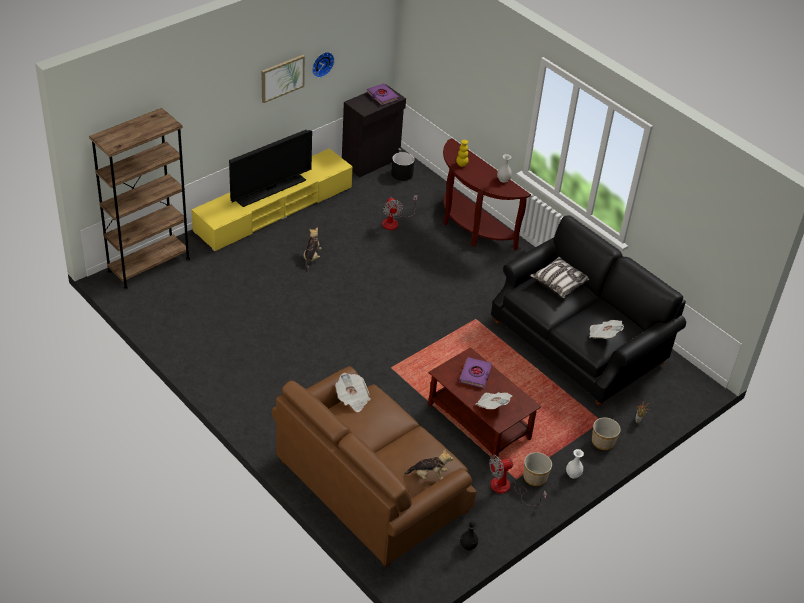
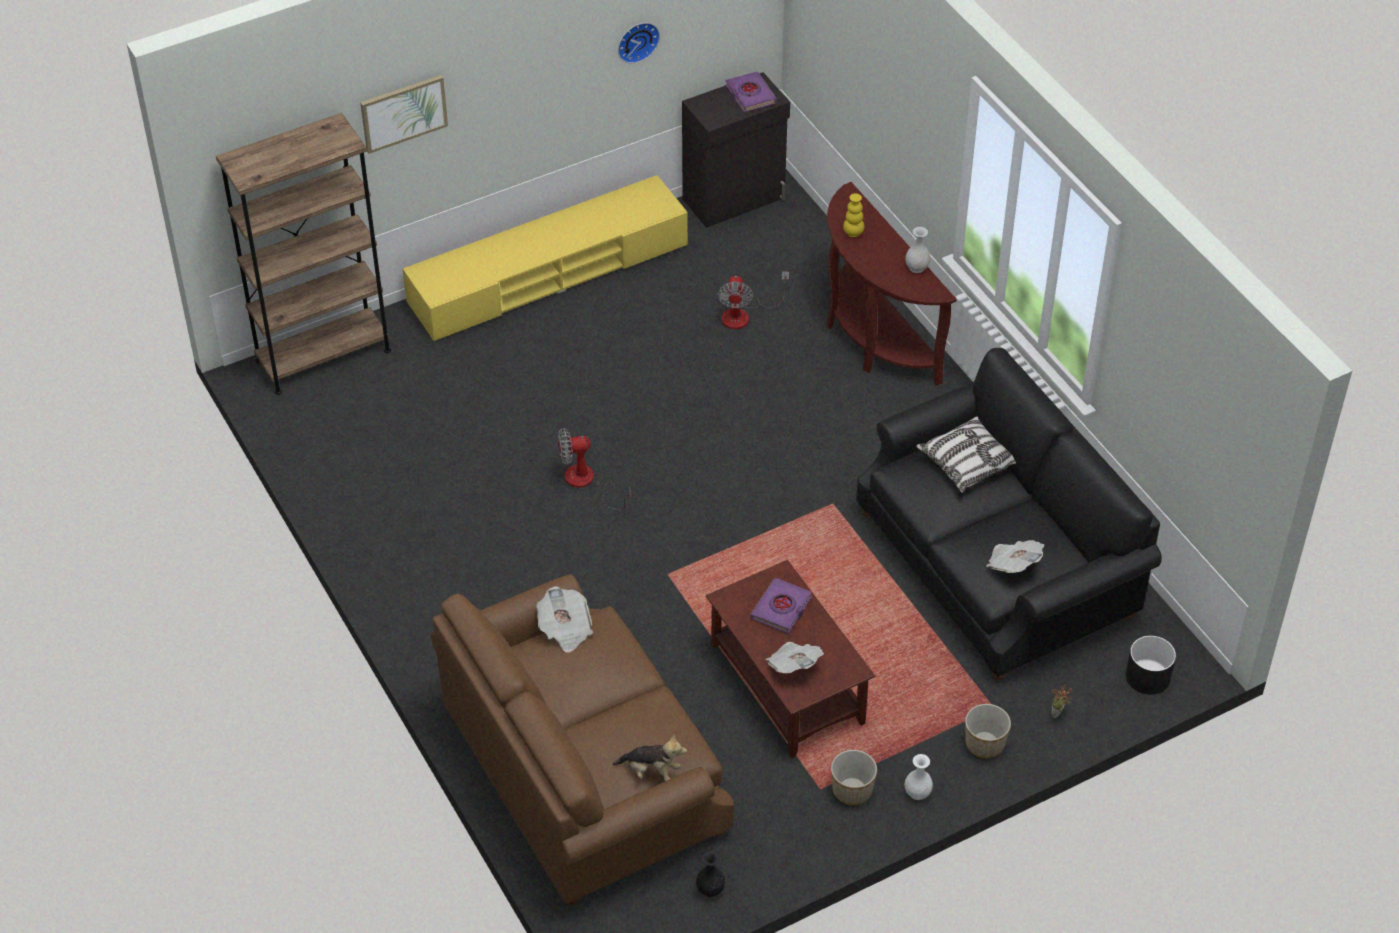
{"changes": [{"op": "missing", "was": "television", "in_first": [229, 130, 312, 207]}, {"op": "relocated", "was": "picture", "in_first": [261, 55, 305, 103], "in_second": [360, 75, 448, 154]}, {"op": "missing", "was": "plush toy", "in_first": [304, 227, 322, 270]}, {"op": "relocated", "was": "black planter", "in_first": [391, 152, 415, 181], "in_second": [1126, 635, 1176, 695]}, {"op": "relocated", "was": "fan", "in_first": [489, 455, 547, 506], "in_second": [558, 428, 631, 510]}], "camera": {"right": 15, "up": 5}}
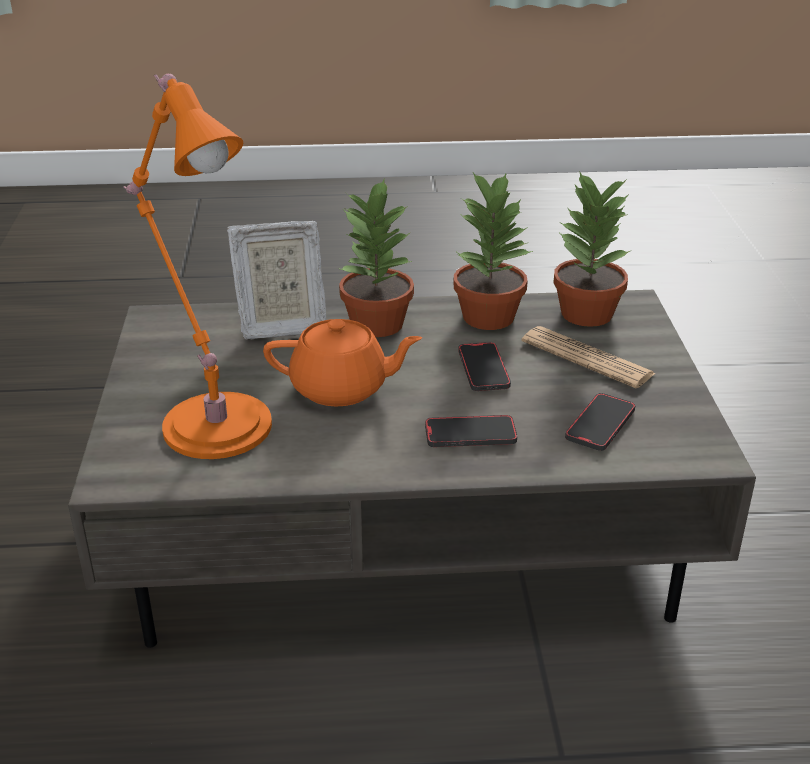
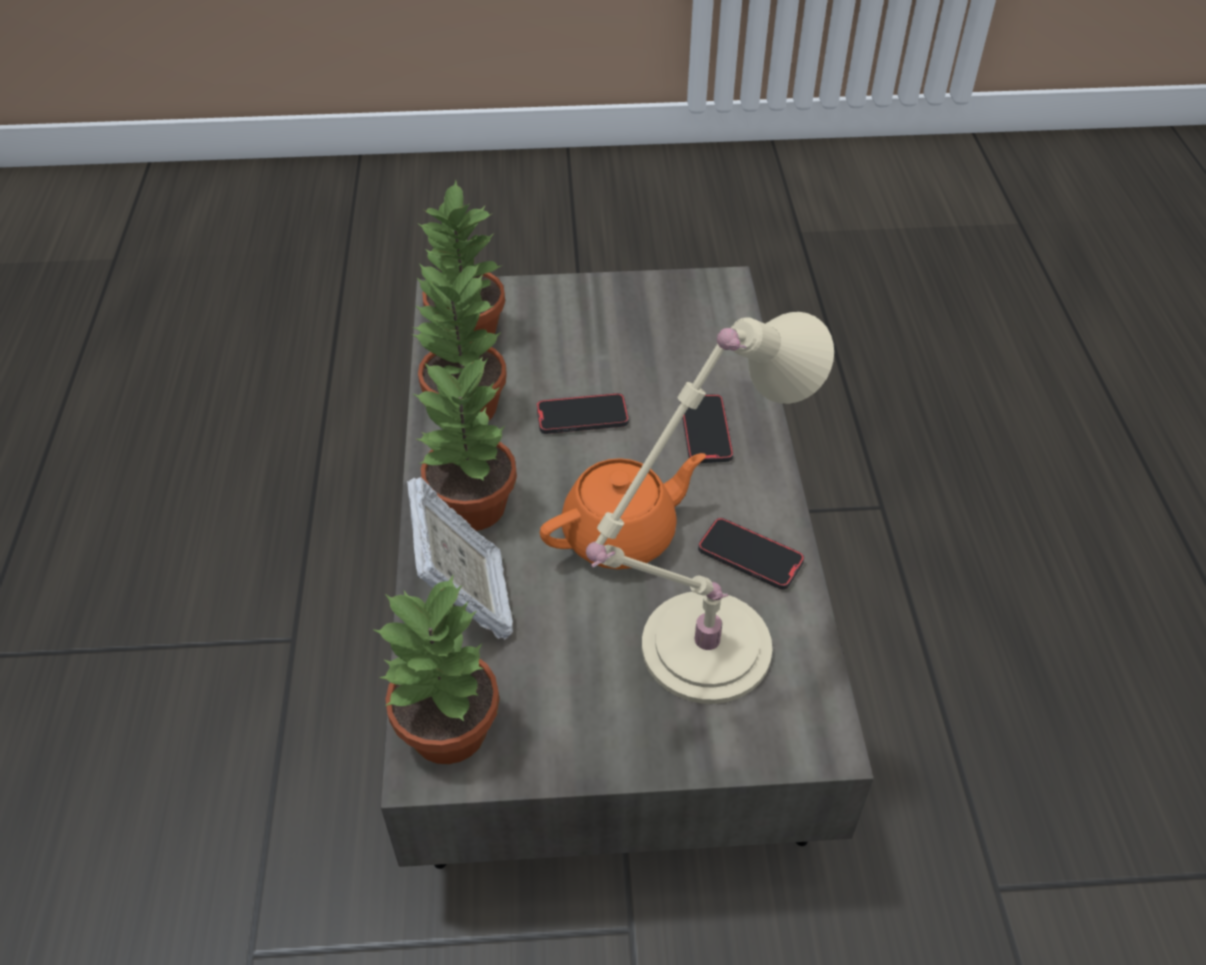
{"changes": [{"op": "colour", "was": "orange table lamp", "now": "beige table lamp", "in_first": [123, 74, 272, 459], "in_second": [586, 312, 834, 704]}, {"op": "spun", "was": "orange teapot", "in_first": [263, 319, 422, 407], "in_second": [539, 453, 706, 569], "clockwise": 60}, {"op": "missing", "was": "newspaper", "in_first": [522, 326, 656, 389]}, {"op": "relocated", "was": "phone", "in_first": [565, 393, 635, 451], "in_second": [698, 518, 804, 590]}, {"op": "appeared", "now": "potted plant", "in_second": [374, 574, 499, 764]}], "camera": {"right": -90, "up": 15}}
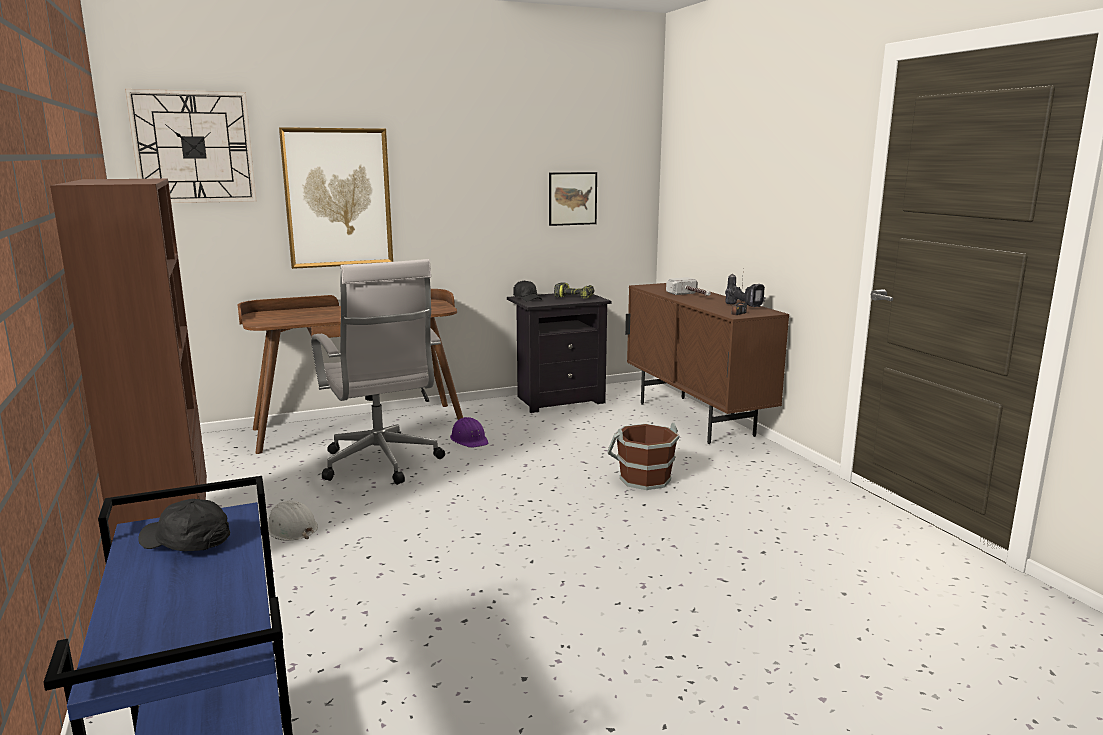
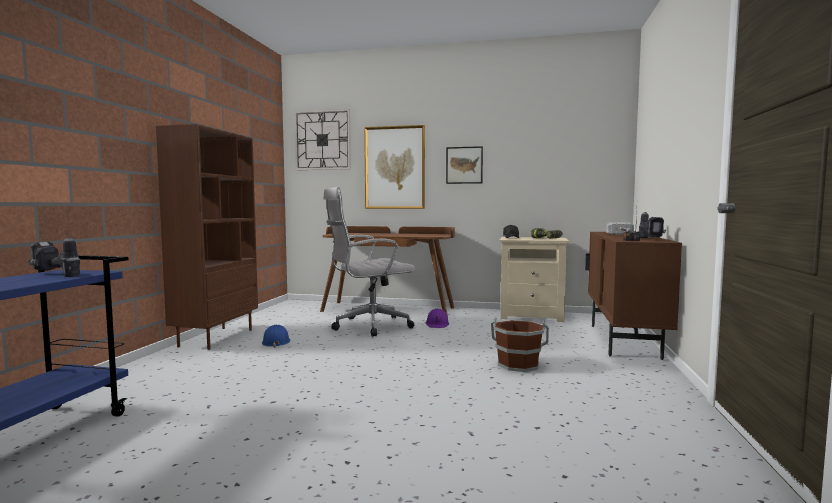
{"changes": [{"op": "exchanged", "was": "black cap", "now": "power drill", "in_first": [138, 498, 230, 551], "in_second": [27, 237, 80, 277]}, {"op": "colour", "was": "white hard hat", "now": "blue hard hat", "in_first": [267, 500, 318, 541], "in_second": [262, 325, 290, 348]}, {"op": "spun", "was": "white office chair", "in_first": [311, 259, 445, 485], "in_second": [323, 187, 415, 337], "clockwise": 60}, {"op": "colour", "was": "black nightstand", "now": "beige nightstand", "in_first": [507, 294, 612, 413], "in_second": [499, 237, 569, 322]}, {"op": "relocated", "was": "picture", "in_first": [549, 172, 597, 226], "in_second": [446, 146, 483, 184]}], "camera": {"right": 35, "up": -10}}
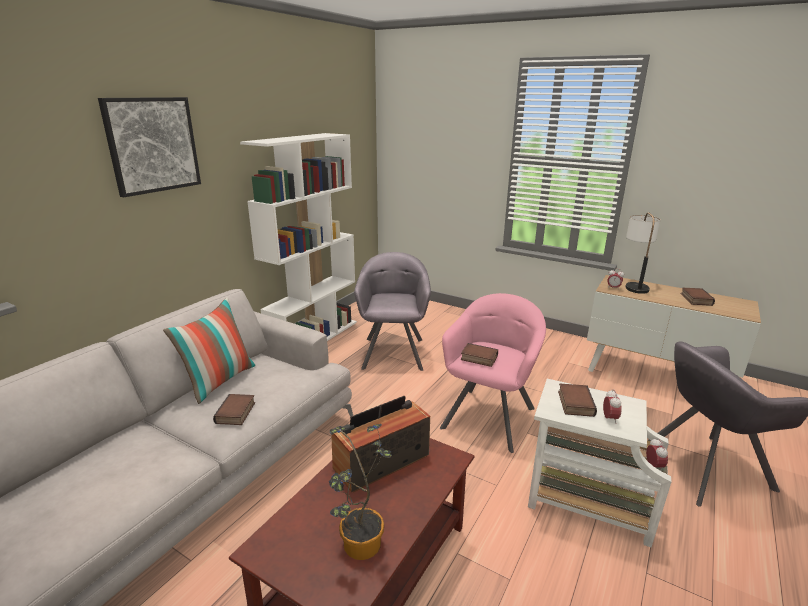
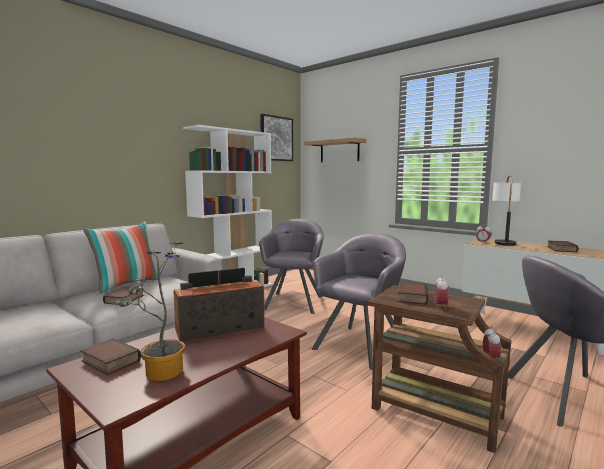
{"changes": [{"op": "relocated", "was": "picture", "in_first": [98, 97, 201, 197], "in_second": [260, 114, 293, 161]}, {"op": "colour", "was": "pink armchair", "now": "grey armchair", "in_first": [440, 293, 546, 453], "in_second": [311, 233, 406, 370]}, {"op": "relocated", "was": "book", "in_first": [461, 343, 498, 367], "in_second": [81, 339, 141, 375]}, {"op": "colour", "was": "white side table", "now": "brown side table", "in_first": [528, 379, 671, 547], "in_second": [368, 285, 511, 453]}, {"op": "appeared", "now": "shelf", "in_second": [304, 137, 367, 162]}], "camera": {"right": 10, "up": -15}}
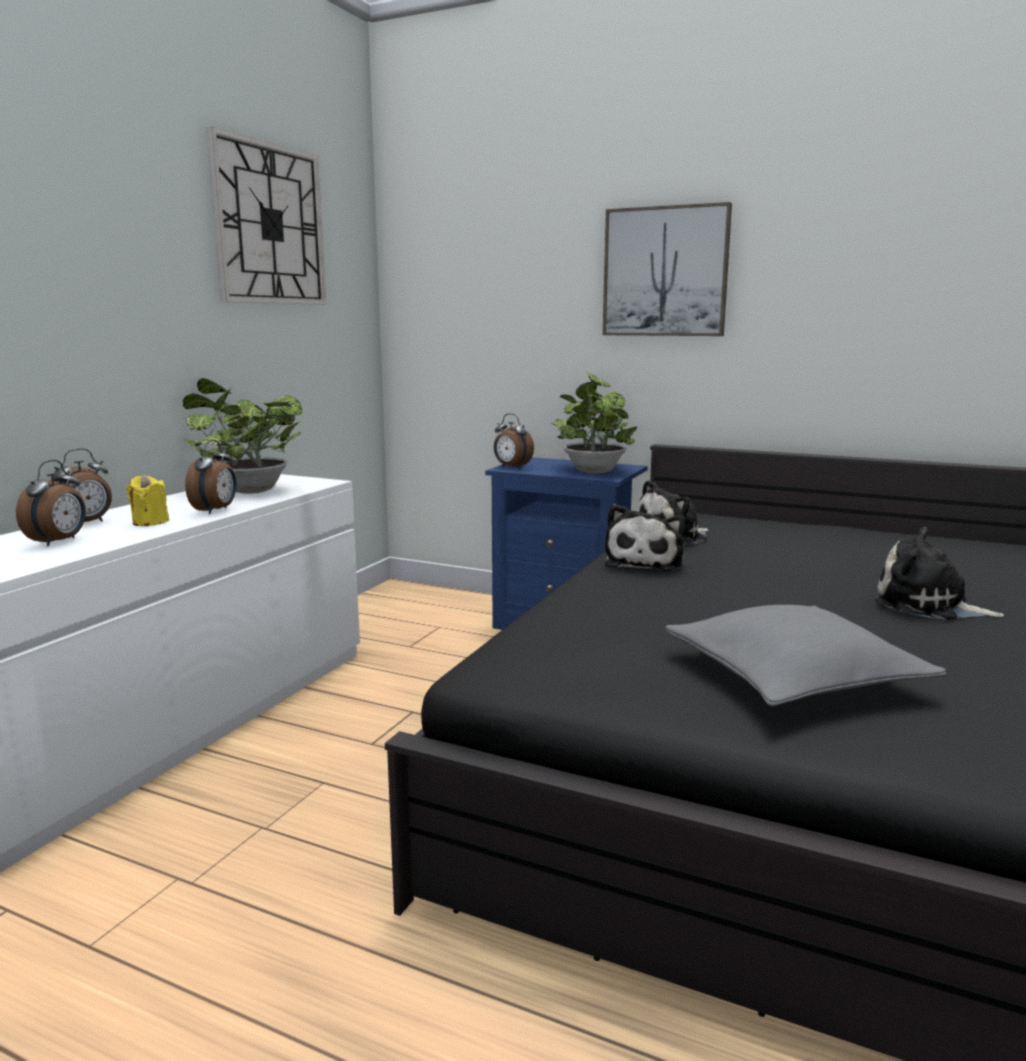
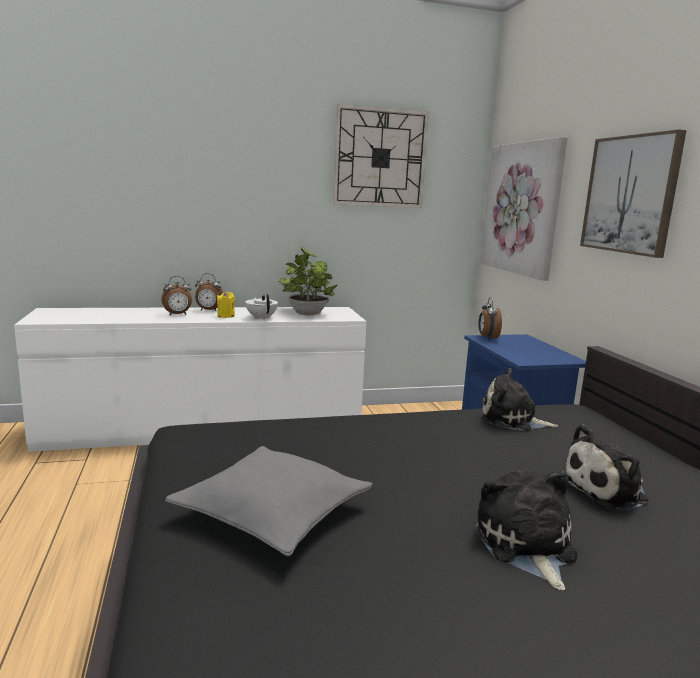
{"changes": [{"op": "exchanged", "was": "alarm clock", "now": "white teapot", "in_first": [185, 440, 236, 514], "in_second": [245, 294, 278, 320]}, {"op": "missing", "was": "potted plant", "in_first": [552, 372, 637, 473]}, {"op": "relocated", "was": "plush toy", "in_first": [605, 504, 685, 571], "in_second": [566, 424, 649, 511]}, {"op": "appeared", "now": "picture", "in_second": [480, 137, 567, 281]}], "camera": {"right": 50, "up": 0}}
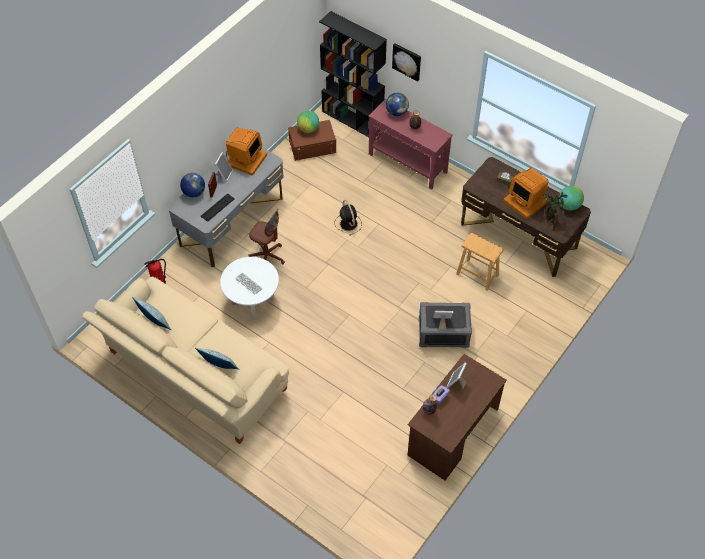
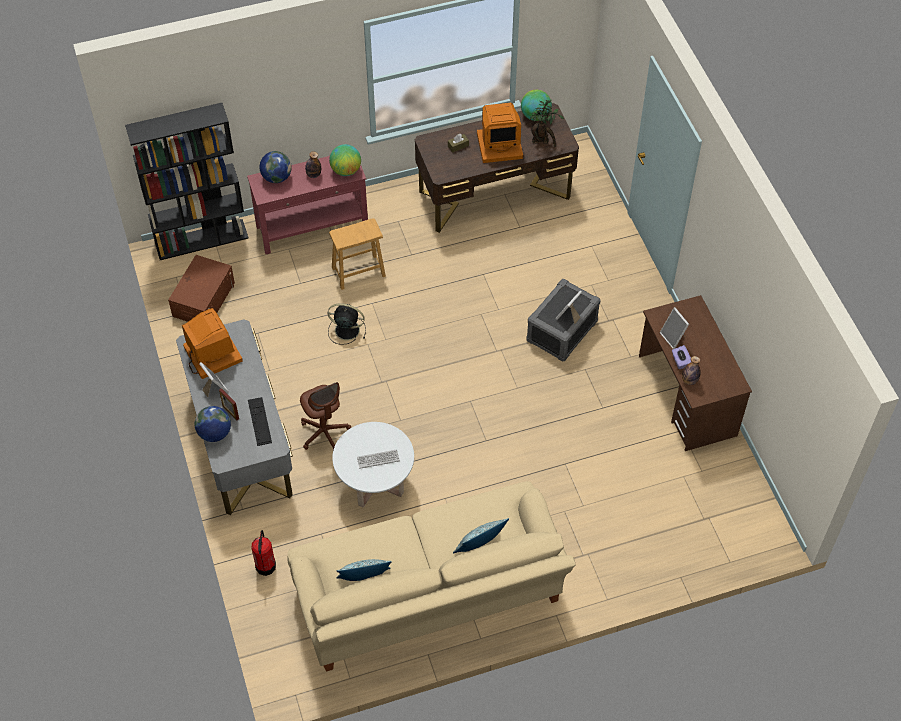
{"changes": [{"op": "spun", "was": "brown office chair", "in_first": [248, 208, 285, 264], "in_second": [300, 382, 351, 450], "clockwise": 90}, {"op": "relocated", "was": "globe", "in_first": [297, 111, 319, 133], "in_second": [329, 144, 361, 176]}, {"op": "missing", "was": "picture", "in_first": [392, 43, 421, 81]}, {"op": "relocated", "was": "brown stool", "in_first": [456, 233, 504, 291], "in_second": [329, 218, 386, 290]}], "camera": {"right": -55, "up": 0}}
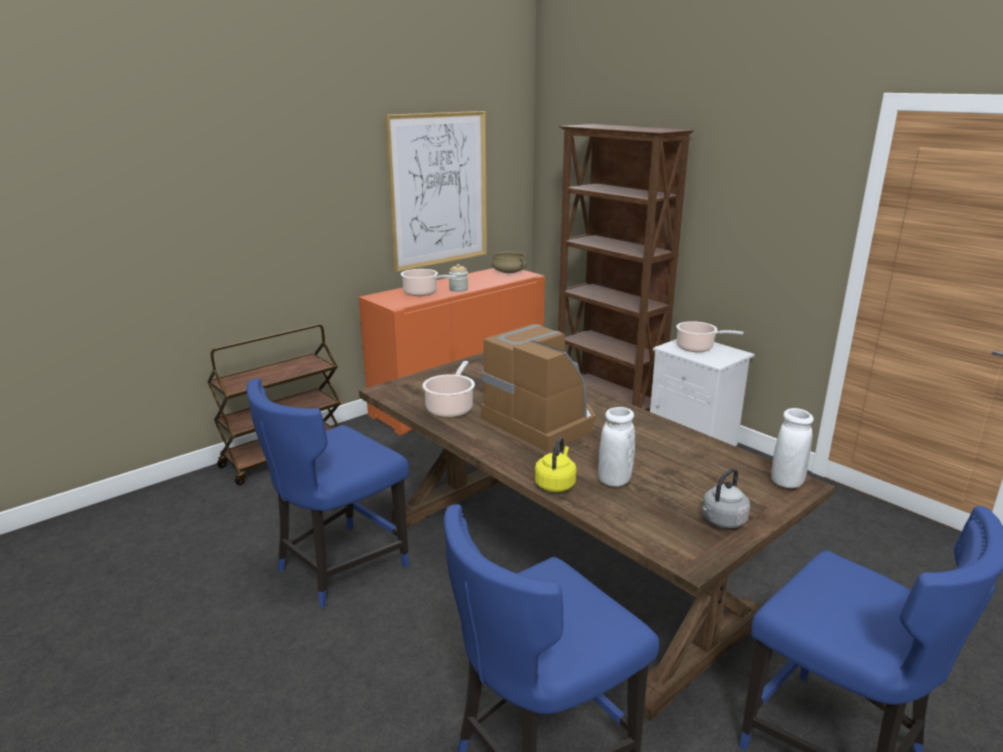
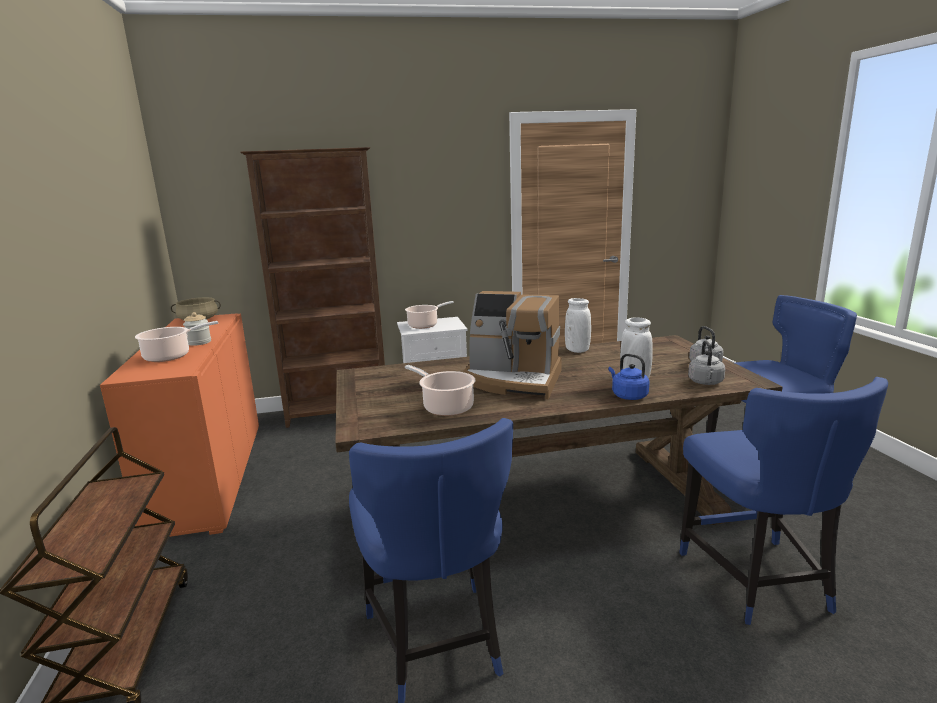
{"changes": [{"op": "missing", "was": "picture", "in_first": [385, 111, 487, 272]}, {"op": "spun", "was": "coffee machine", "in_first": [481, 324, 596, 452], "in_second": [464, 291, 562, 400], "clockwise": -150}, {"op": "colour", "was": "yellow kettle", "now": "blue kettle", "in_first": [535, 437, 577, 492], "in_second": [608, 354, 650, 400]}, {"op": "relocated", "was": "white vase", "in_first": [771, 408, 814, 488], "in_second": [565, 298, 591, 353]}, {"op": "appeared", "now": "grey kettle", "in_second": [688, 341, 725, 385]}], "camera": {"right": -60, "up": -5}}
